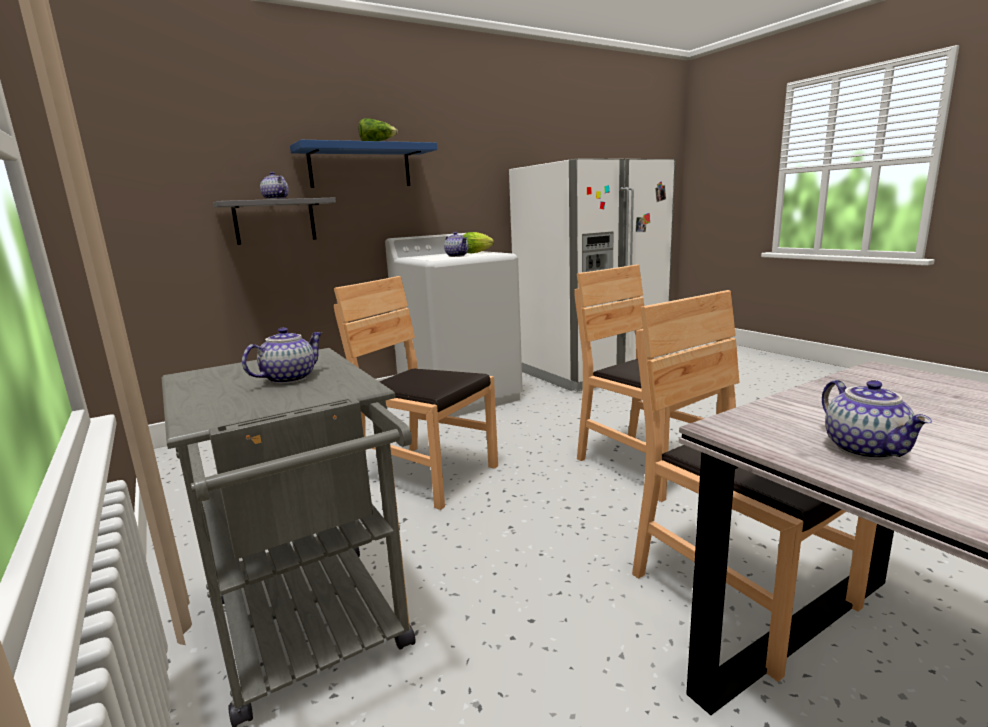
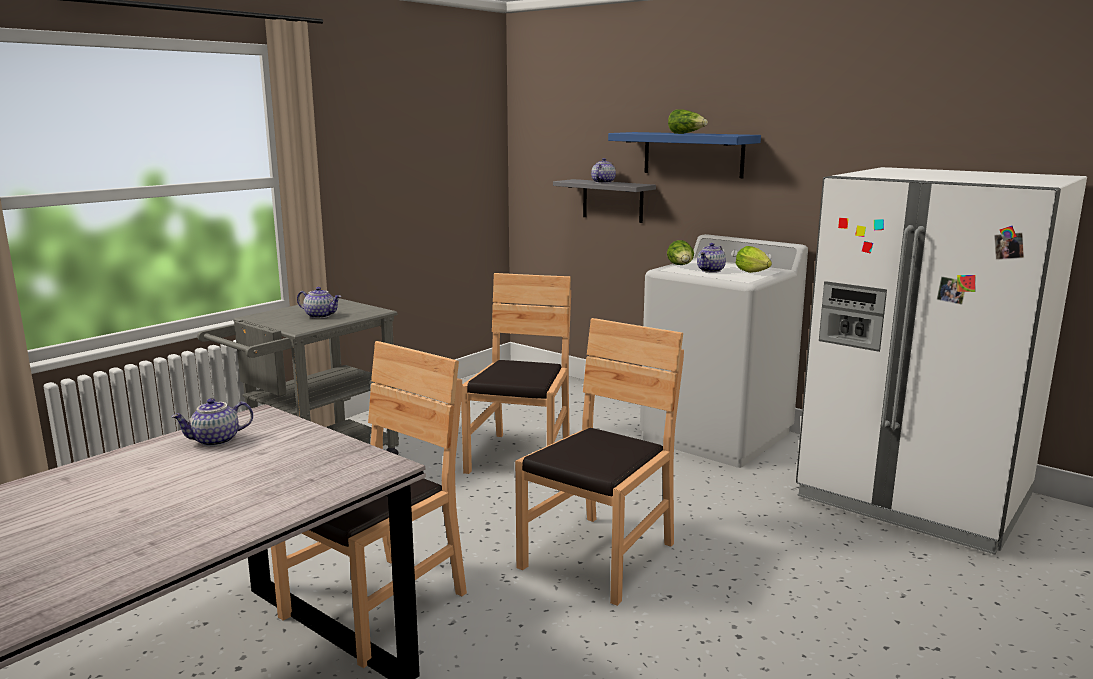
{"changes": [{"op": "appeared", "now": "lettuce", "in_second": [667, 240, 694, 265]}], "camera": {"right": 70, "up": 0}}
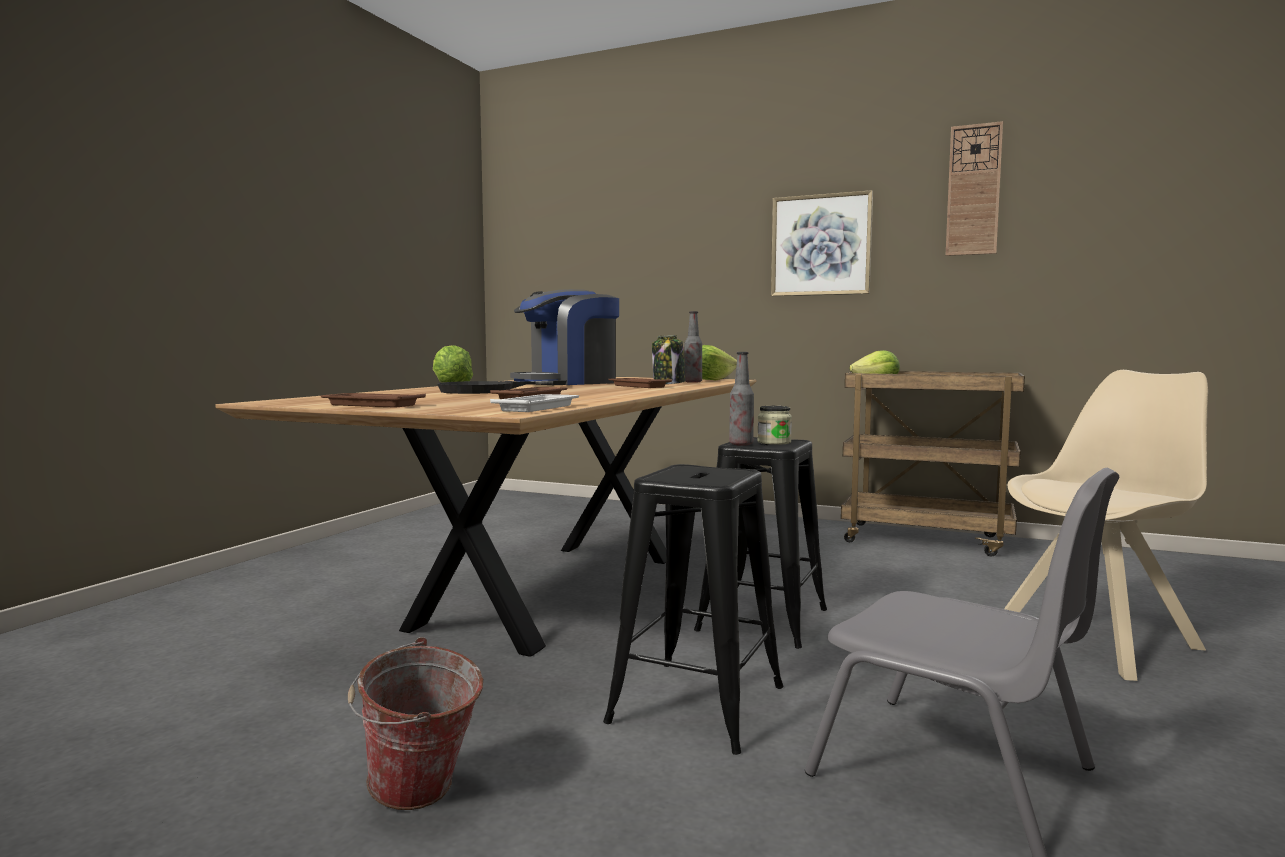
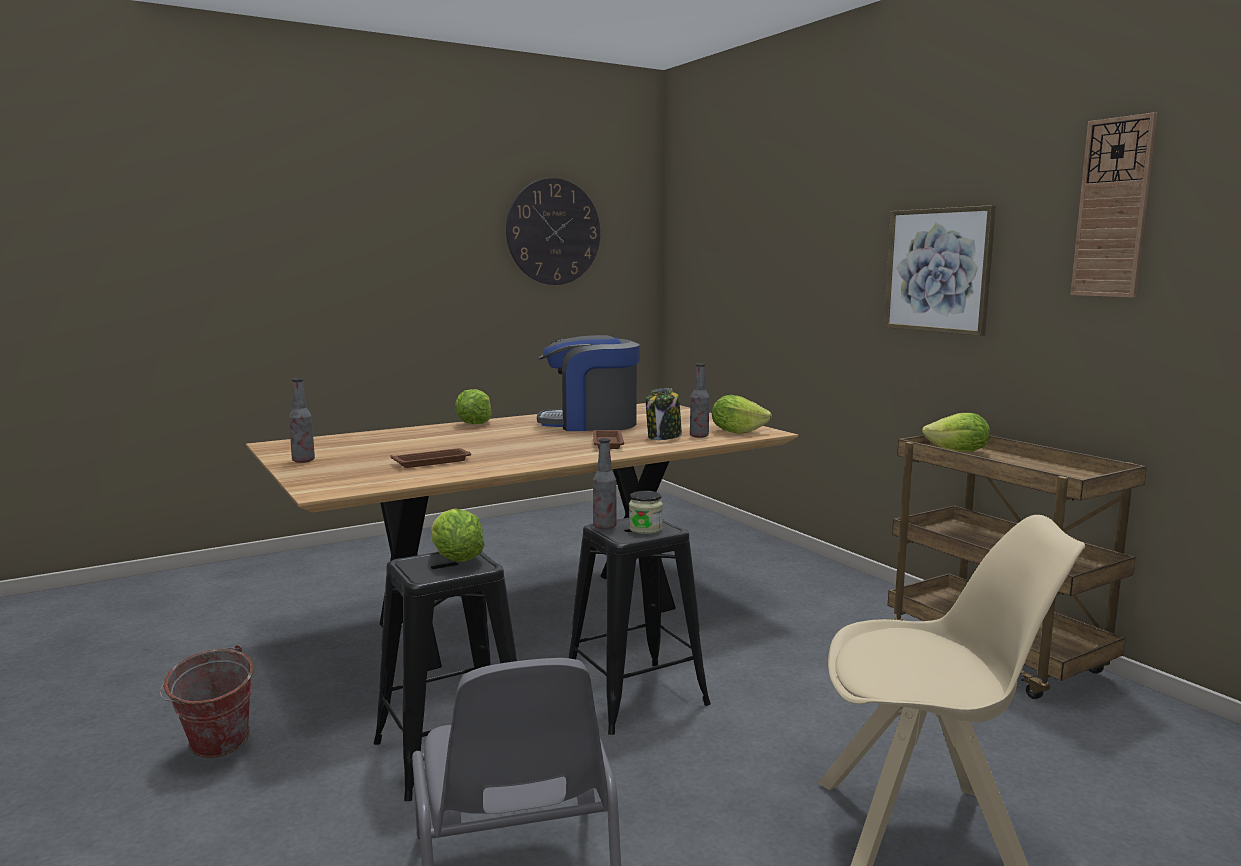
{"changes": [{"op": "exchanged", "was": "brown tray", "now": "bottle", "in_first": [321, 393, 426, 407], "in_second": [289, 378, 315, 463]}, {"op": "missing", "was": "black frying pan", "in_first": [437, 380, 567, 394]}, {"op": "missing", "was": "white tray", "in_first": [490, 394, 579, 412]}, {"op": "appeared", "now": "lettuce", "in_second": [431, 509, 485, 562]}, {"op": "appeared", "now": "wall clock", "in_second": [506, 178, 600, 285]}], "camera": {"right": 35, "up": 5}}
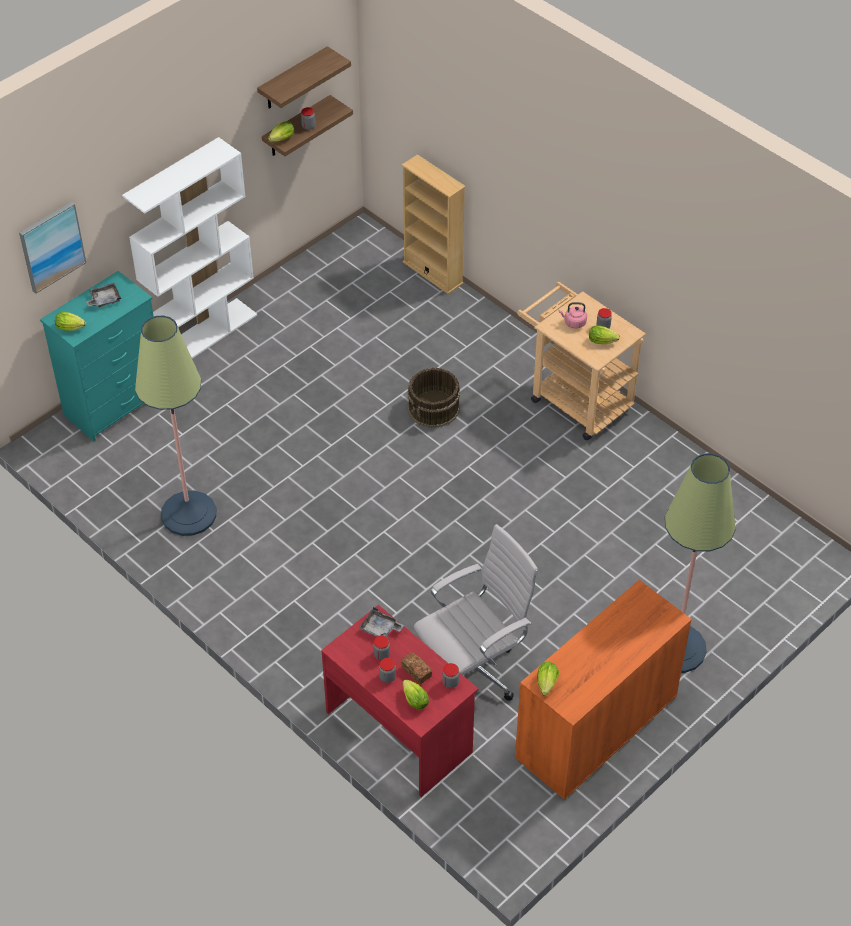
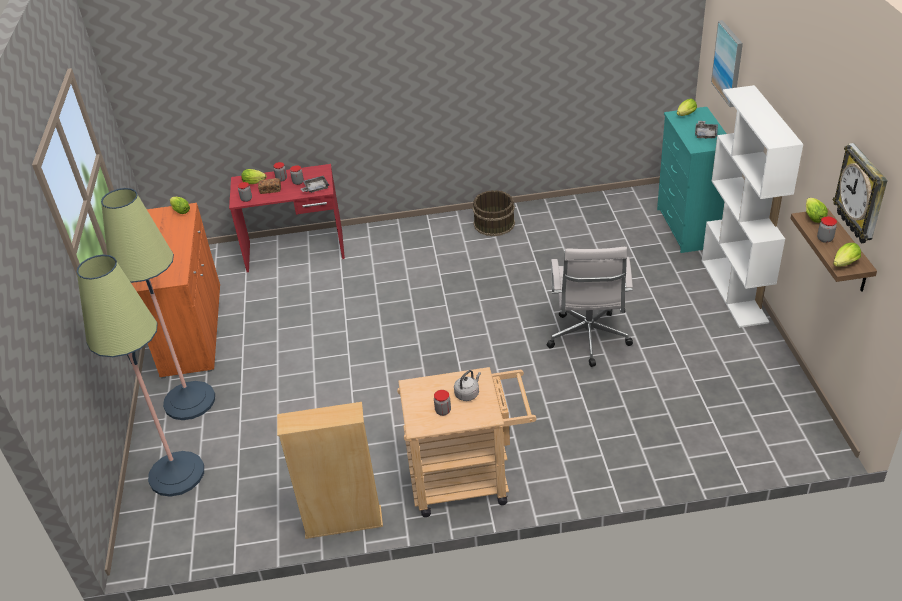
{"changes": [{"op": "relocated", "was": "floor lamp", "in_first": [135, 316, 216, 536], "in_second": [77, 254, 204, 497]}, {"op": "exchanged", "was": "shelf", "now": "wall clock", "in_first": [257, 46, 351, 109], "in_second": [833, 143, 888, 243]}, {"op": "relocated", "was": "beige bookcase", "in_first": [401, 154, 466, 294], "in_second": [277, 402, 383, 539]}, {"op": "relocated", "was": "brown bucket", "in_first": [408, 368, 460, 428], "in_second": [472, 190, 515, 236]}, {"op": "relocated", "was": "white office chair", "in_first": [414, 524, 539, 701], "in_second": [547, 247, 633, 367]}, {"op": "colour", "was": "pink kettle", "now": "grey kettle", "in_first": [559, 302, 587, 329], "in_second": [454, 370, 481, 401]}, {"op": "relocated", "was": "lettuce", "in_first": [589, 325, 620, 344], "in_second": [833, 243, 861, 267]}], "camera": {"right": 130, "up": -10}}
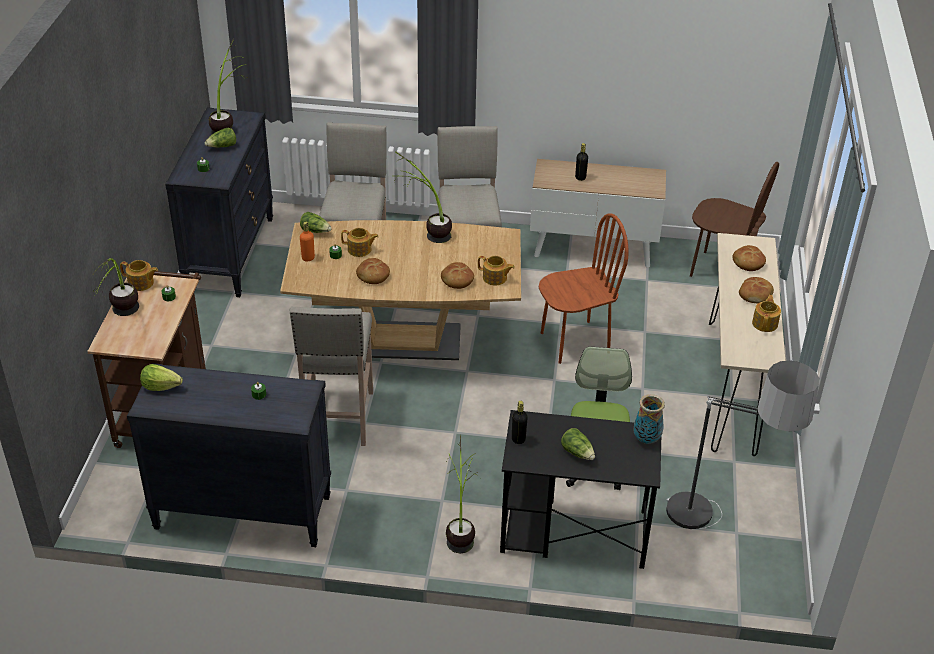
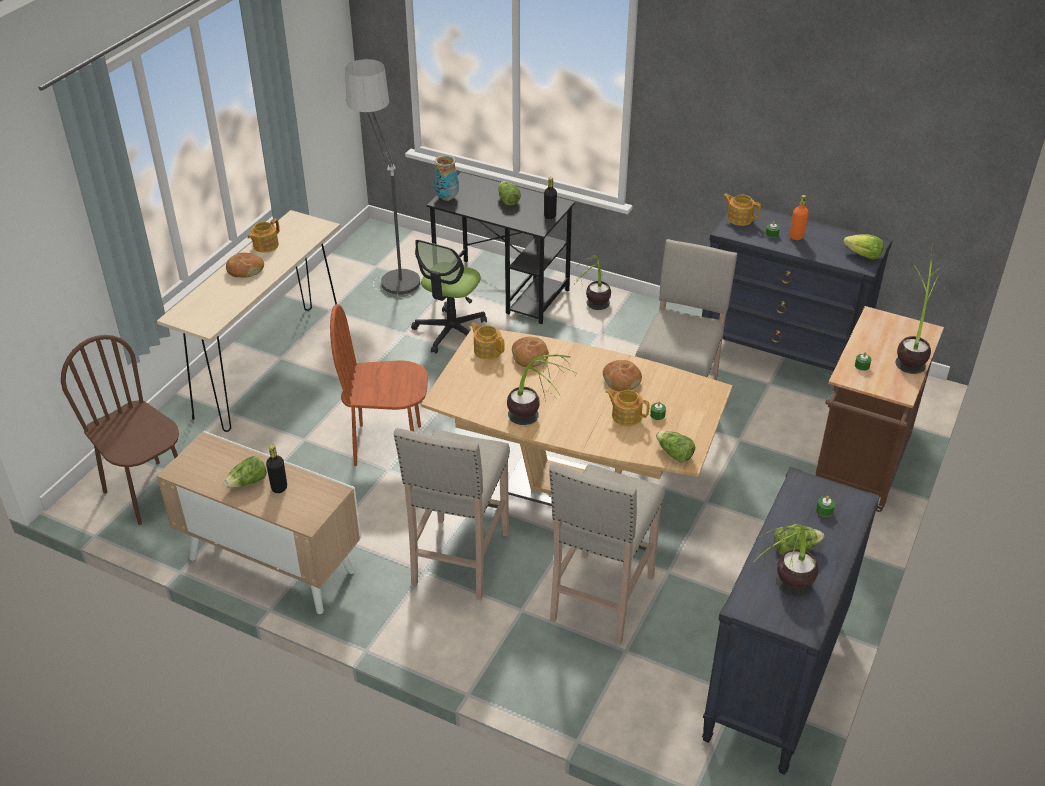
{"changes": [{"op": "relocated", "was": "teapot", "in_first": [120, 260, 158, 291], "in_second": [723, 194, 761, 226]}, {"op": "relocated", "was": "orange bottle", "in_first": [300, 222, 315, 261], "in_second": [790, 195, 809, 240]}, {"op": "missing", "was": "bread", "in_first": [733, 245, 766, 271]}, {"op": "appeared", "now": "lettuce", "in_second": [223, 456, 267, 487]}], "camera": {"right": -160, "up": 0}}
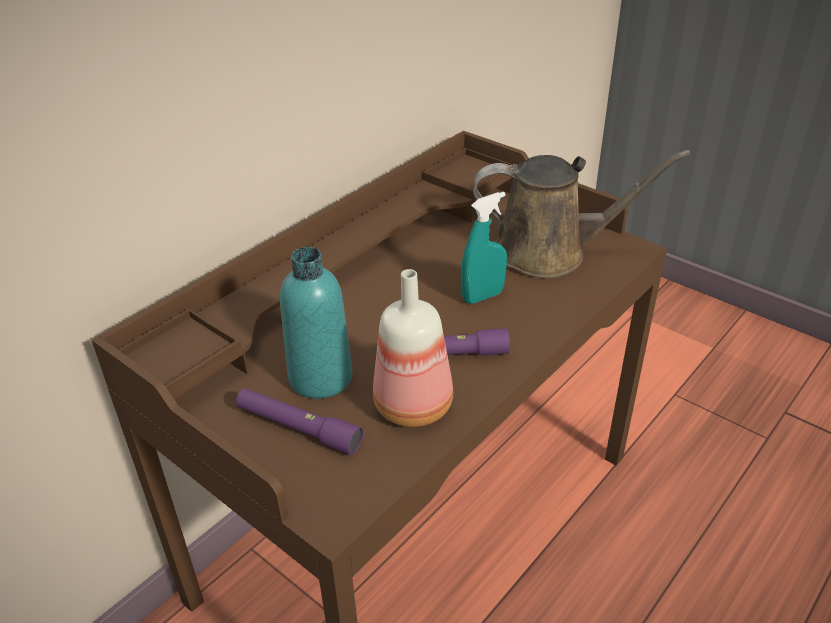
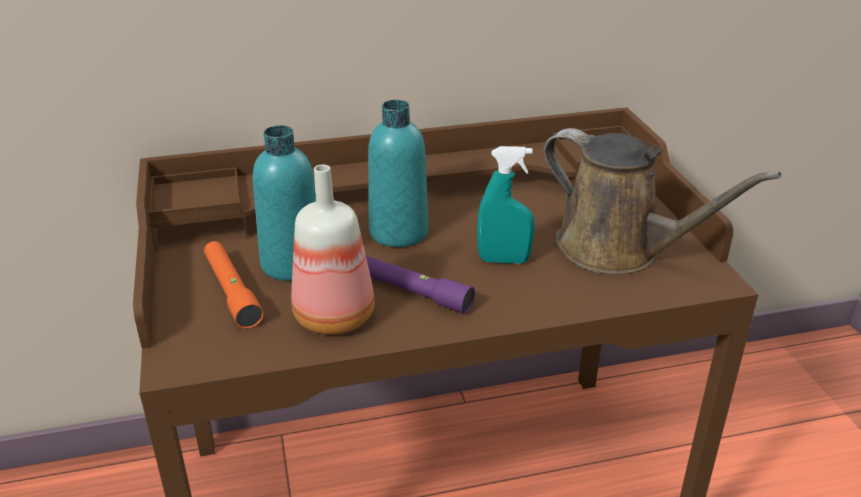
{"changes": [{"op": "colour", "was": "purple flashlight", "now": "orange flashlight", "in_first": [236, 388, 363, 455], "in_second": [204, 241, 264, 329]}, {"op": "appeared", "now": "turquoise bottle", "in_second": [368, 100, 428, 247]}], "camera": {"right": 35, "up": -5}}
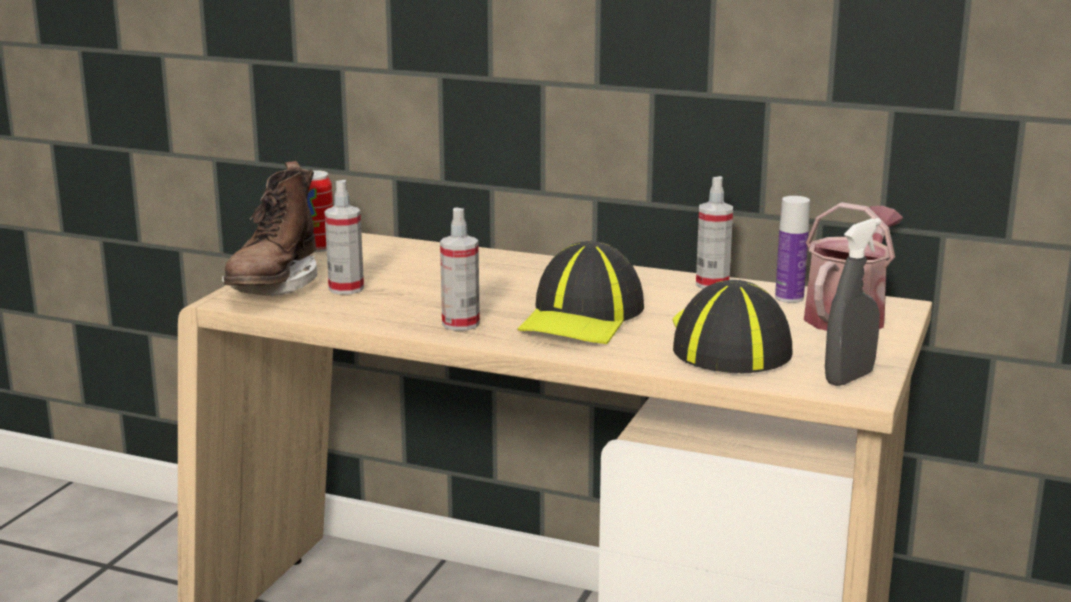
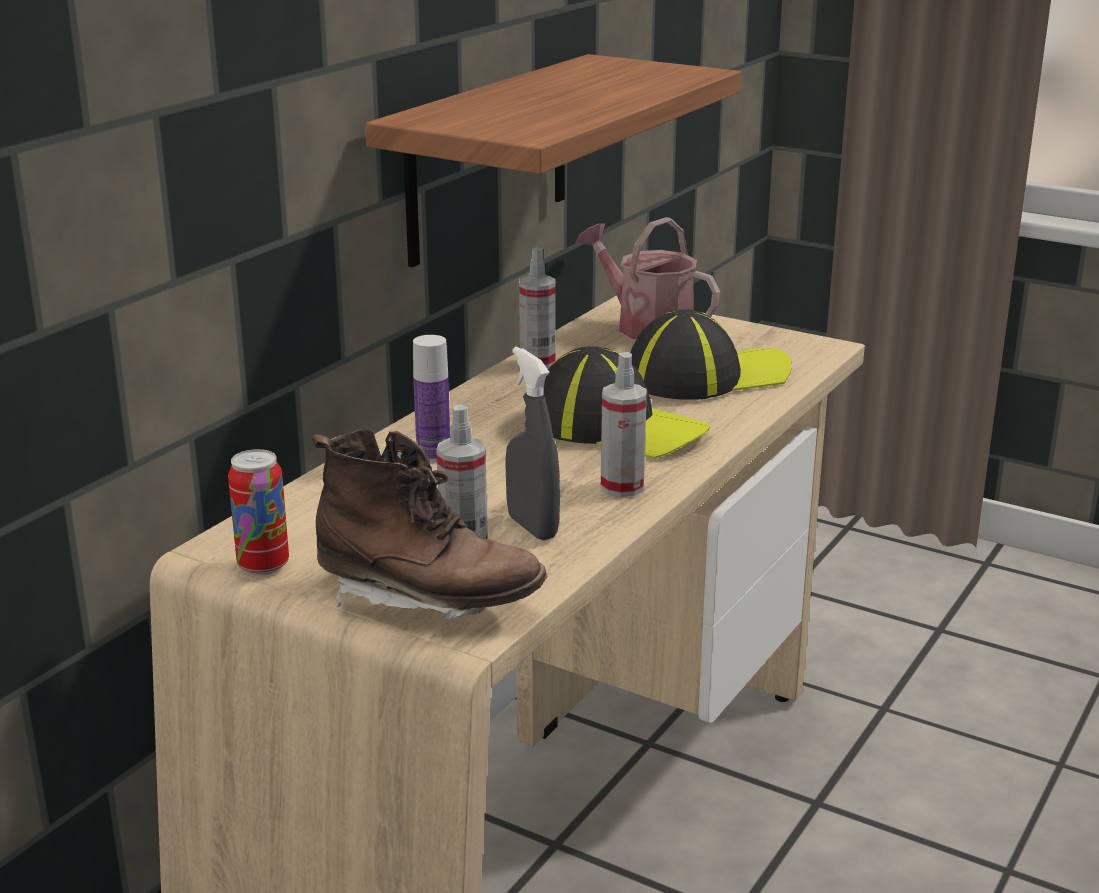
{"changes": [{"op": "spun", "was": "cap", "in_first": [673, 280, 792, 373], "in_second": [631, 309, 792, 400], "clockwise": 150}, {"op": "relocated", "was": "bottle", "in_first": [775, 196, 810, 303], "in_second": [413, 335, 450, 462]}, {"op": "relocated", "was": "grey spray bottle", "in_first": [825, 218, 881, 386], "in_second": [505, 347, 560, 540]}, {"op": "appeared", "now": "shelf", "in_second": [365, 54, 741, 267]}], "camera": {"right": -80, "up": 5}}
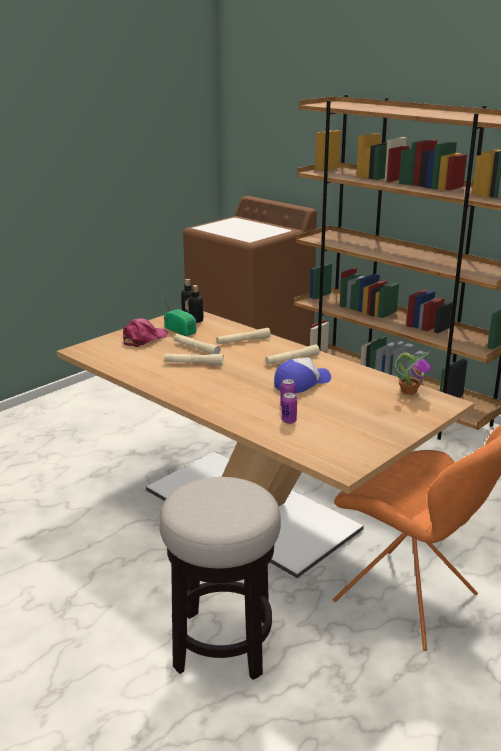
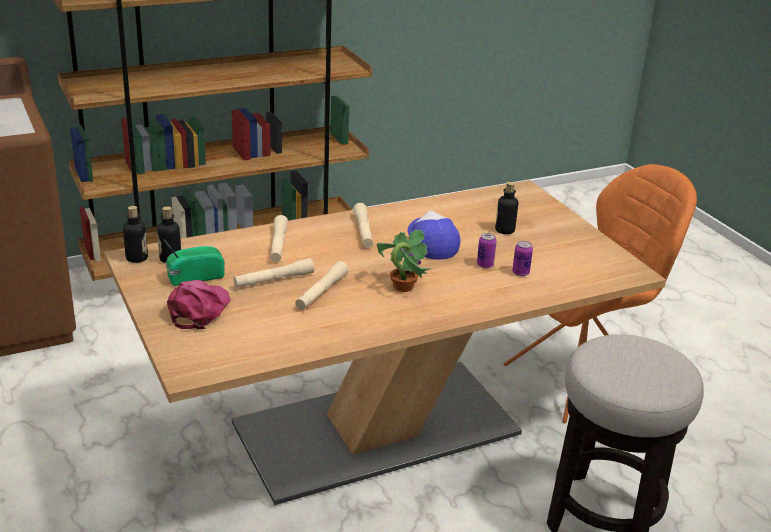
{"changes": [{"op": "spun", "was": "pink cap", "in_first": [123, 318, 168, 347], "in_second": [167, 280, 231, 329], "clockwise": 45}, {"op": "relocated", "was": "potted plant", "in_first": [395, 350, 431, 395], "in_second": [377, 229, 432, 292]}, {"op": "appeared", "now": "bottle", "in_second": [495, 182, 518, 234]}], "camera": {"right": -70, "up": 5}}
